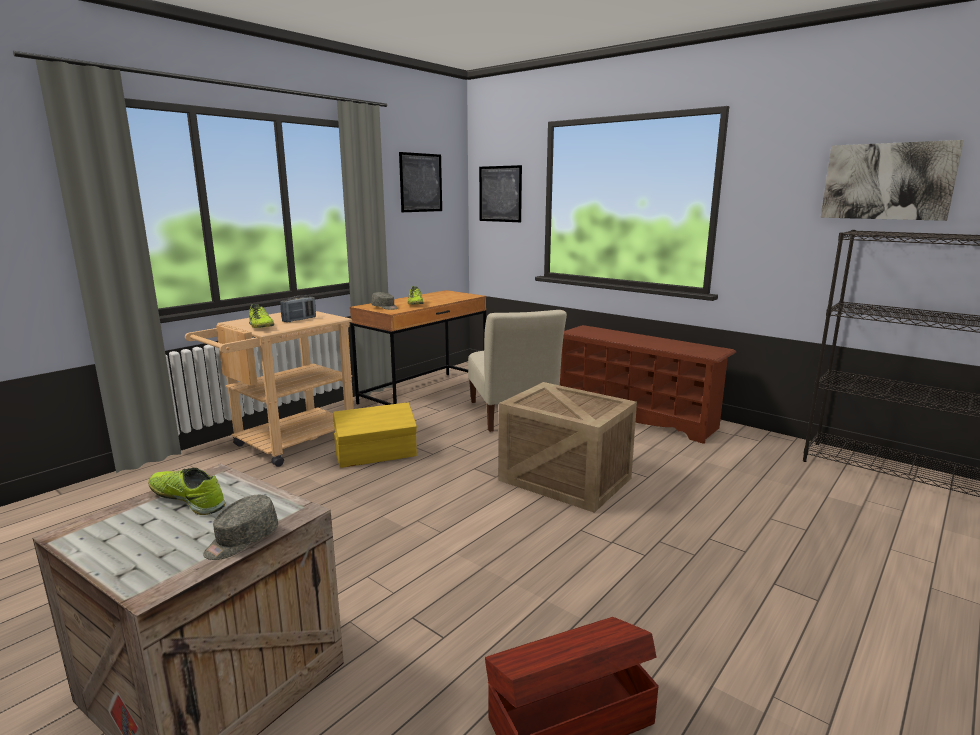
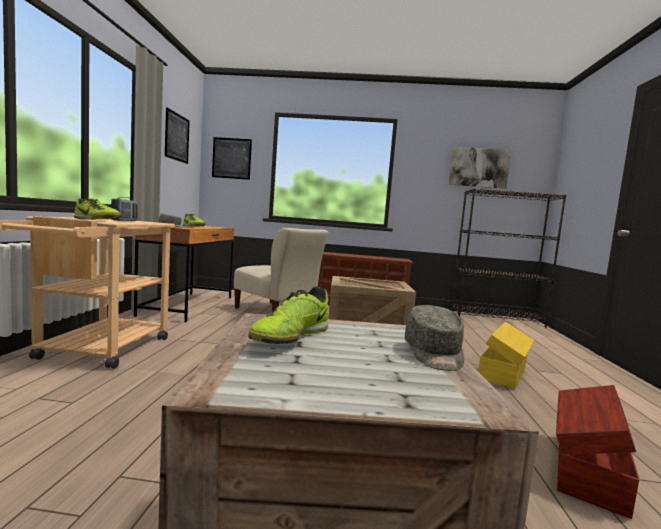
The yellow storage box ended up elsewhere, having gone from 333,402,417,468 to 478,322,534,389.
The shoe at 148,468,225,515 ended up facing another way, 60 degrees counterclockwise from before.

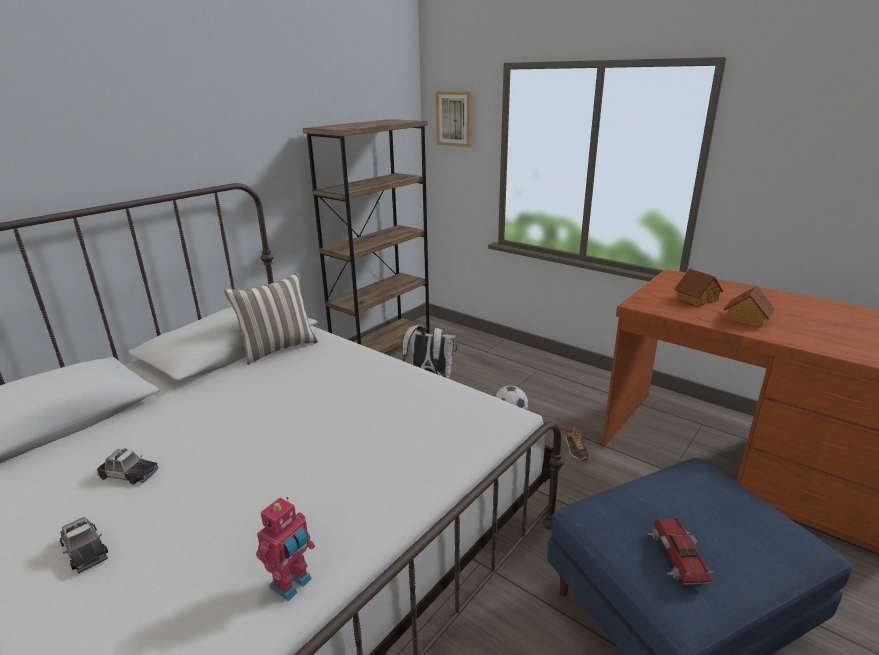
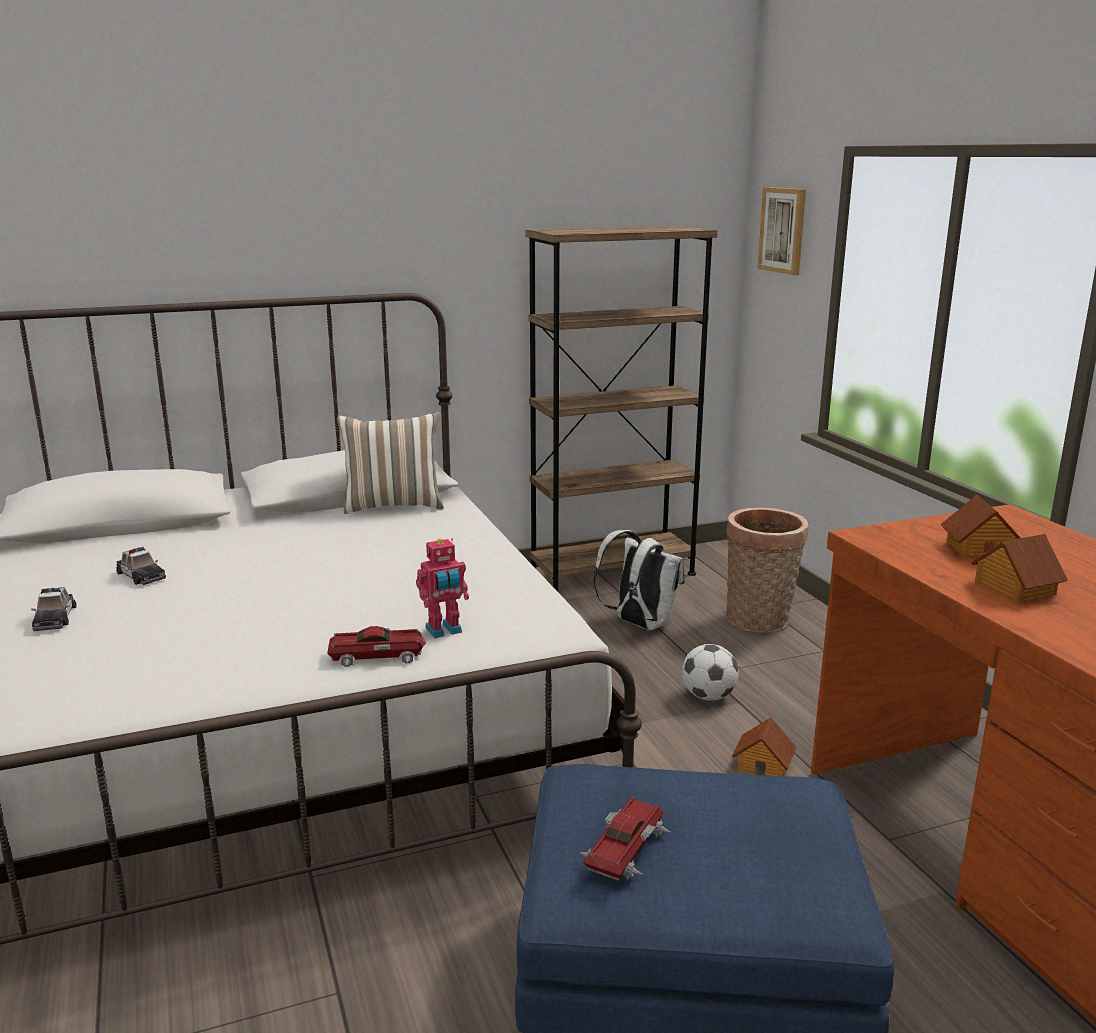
The second view gained the toy car at 327,626,427,667.
The second view gained the basket at 726,507,809,632.
The toy robot ended up elsewhere, having gone from 256,497,315,601 to 416,538,469,638.
Where the shoe stood at 565,425,589,460, the toy house came to stand at 732,717,796,776.

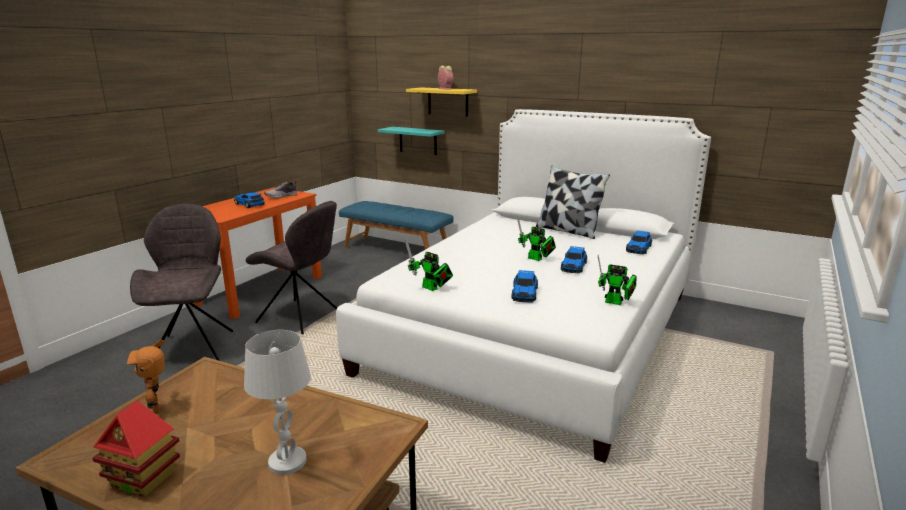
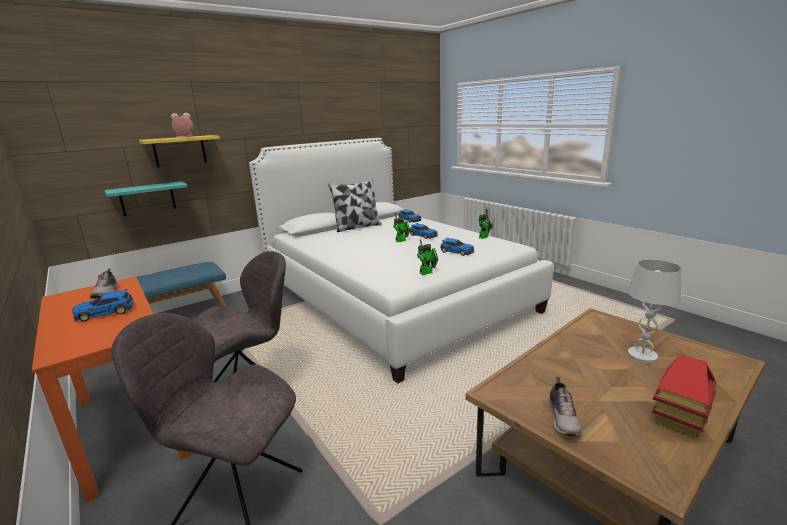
Where the toy robot stood at 127,339,165,413, the shoe came to stand at 548,377,582,436.

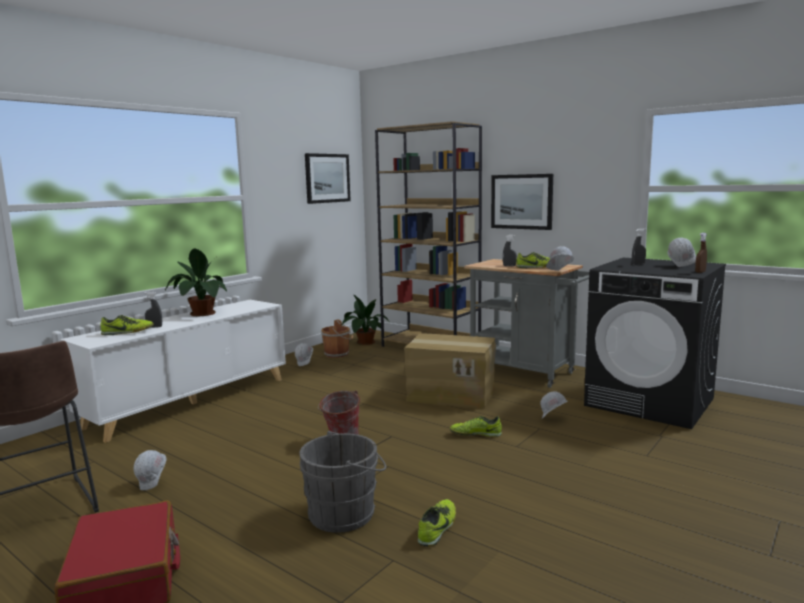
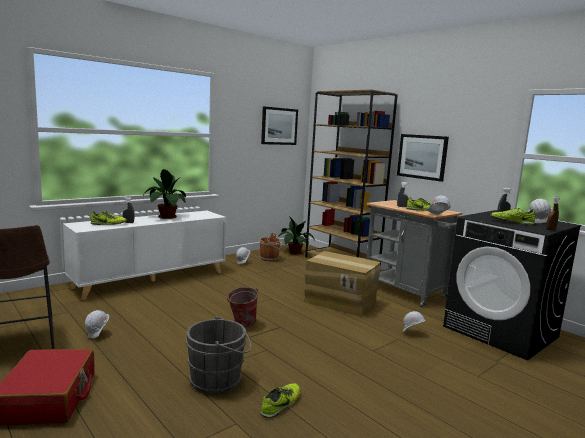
The shoe ended up elsewhere, having gone from 450,416,502,437 to 490,208,535,225.

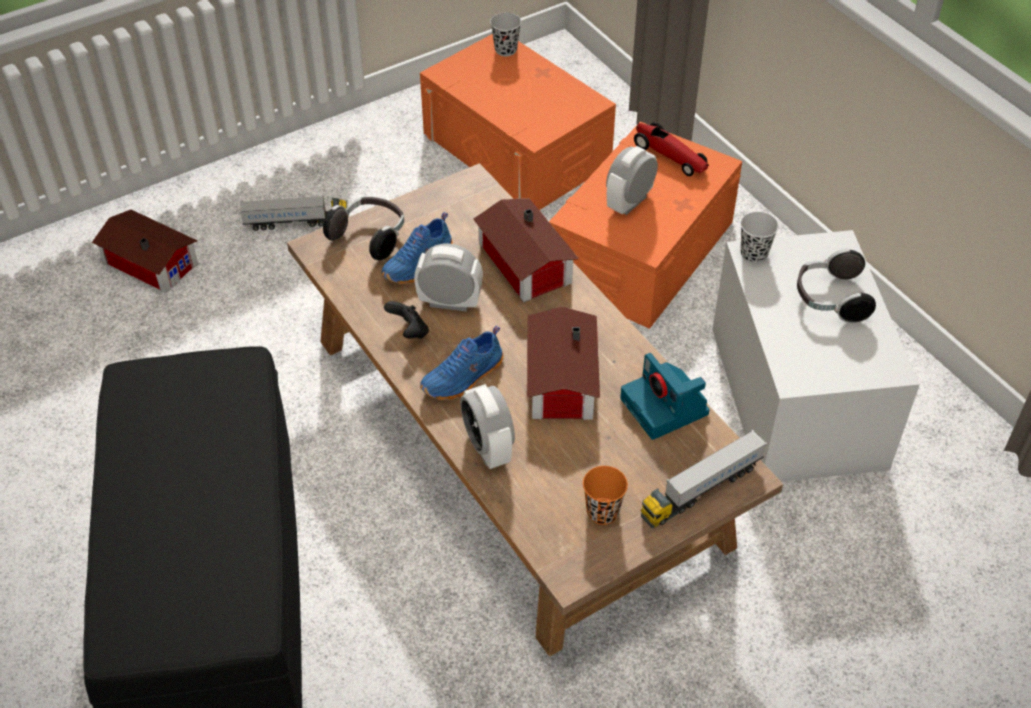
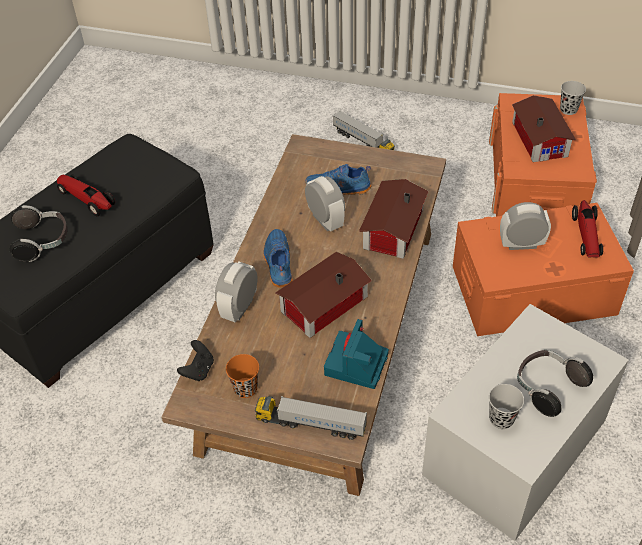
The second view gained the toy car at 57,174,115,217.
The toy house ended up elsewhere, having gone from 92,209,198,293 to 512,95,576,162.
The headphones ended up elsewhere, having gone from 323,197,404,260 to 10,205,68,262.
The black game controller ended up elsewhere, having gone from 384,301,429,339 to 177,340,214,381.
The black cup ended up elsewhere, having gone from 741,212,779,263 to 489,384,524,429.
The blue shoe at 420,326,503,400 ended up facing another way, 75 degrees clockwise from before.

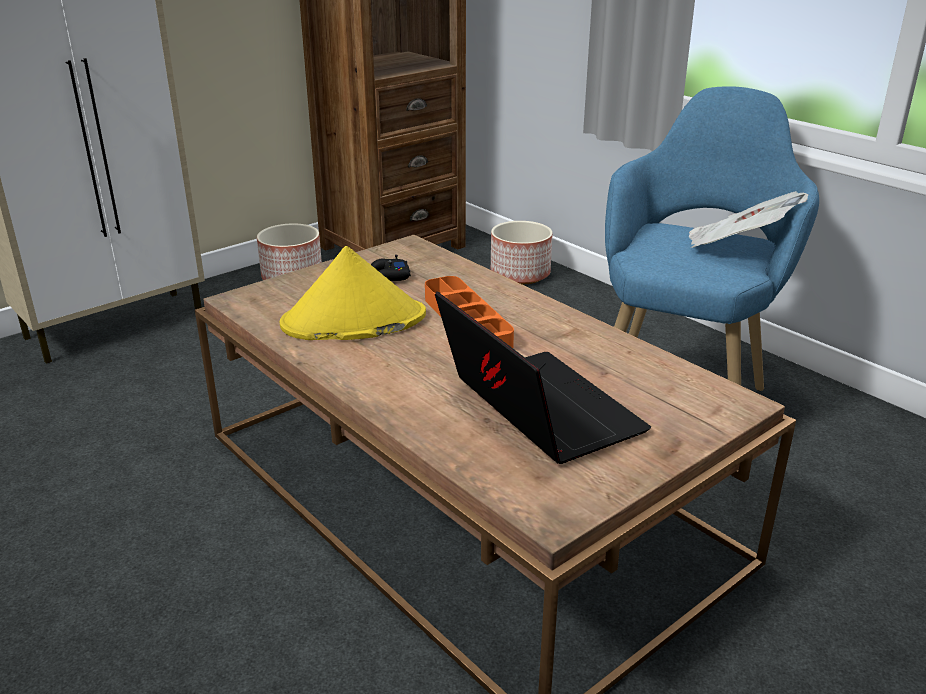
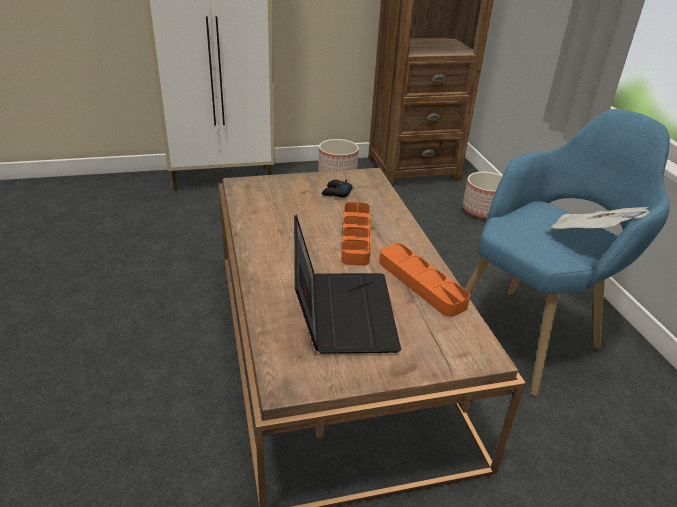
The second view lost the yellow hat at 280,246,426,340.
The second view gained the orange tray at 379,243,470,317.

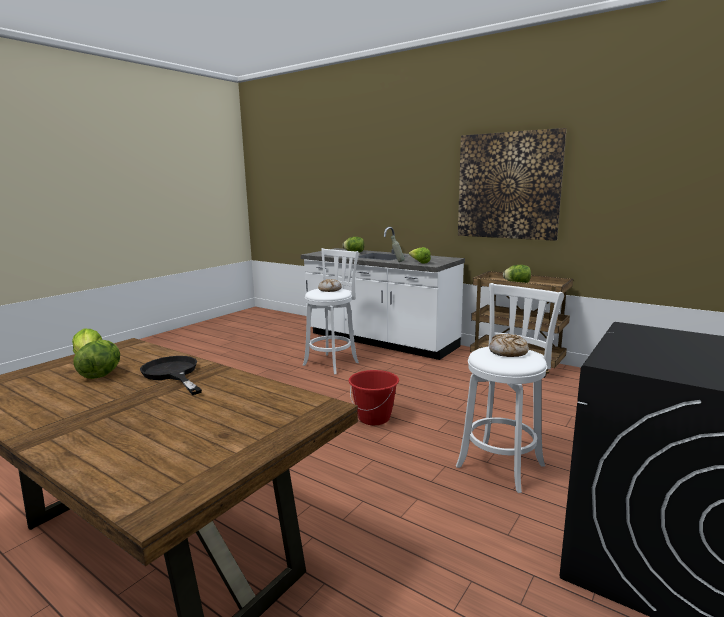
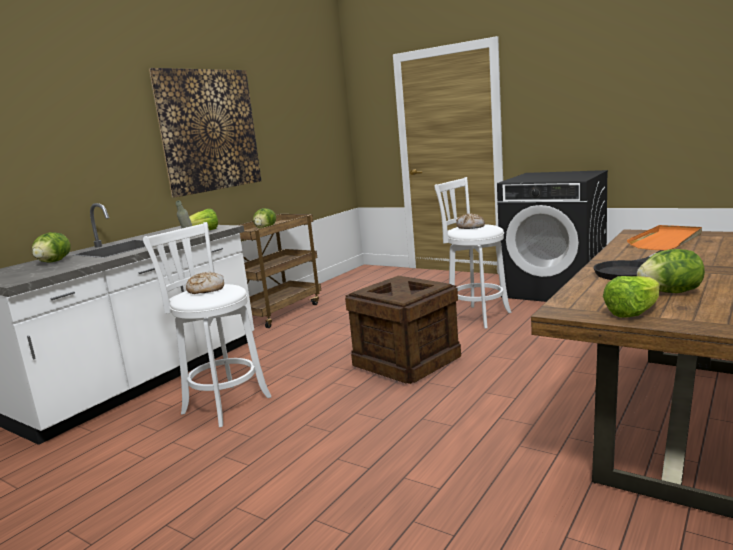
The second view gained the orange tray at 627,225,702,250.
Where the red bucket stood at 349,370,399,425, the crate came to stand at 345,276,461,384.

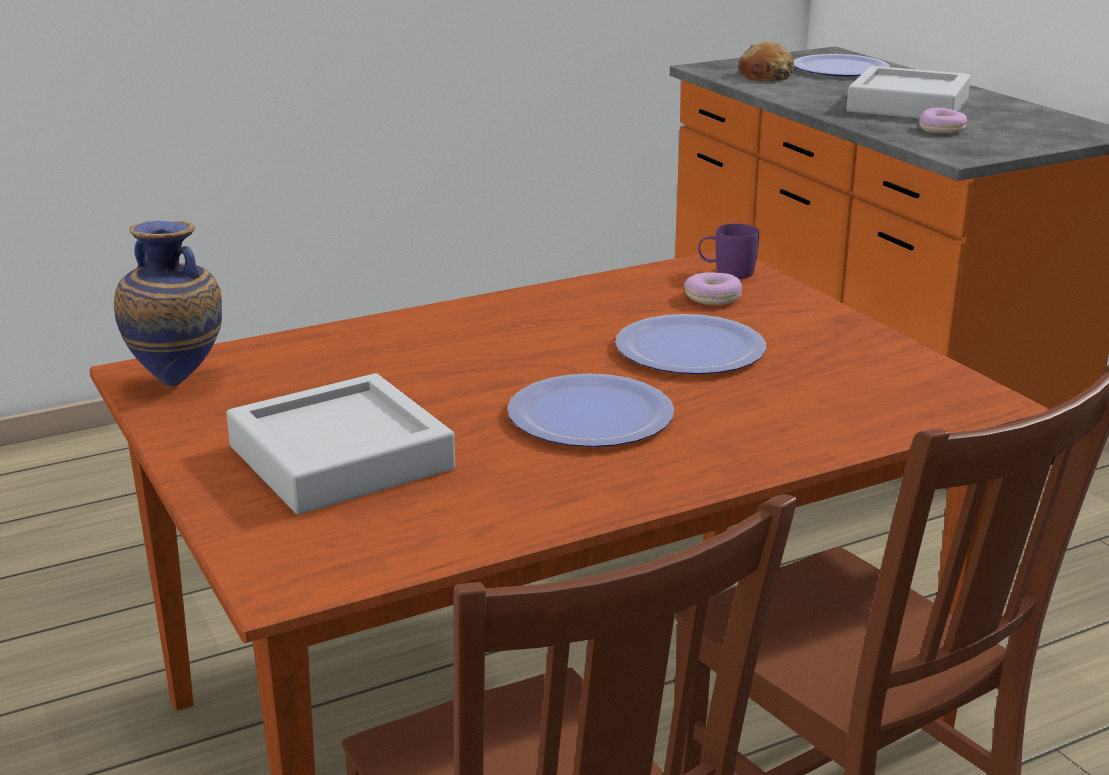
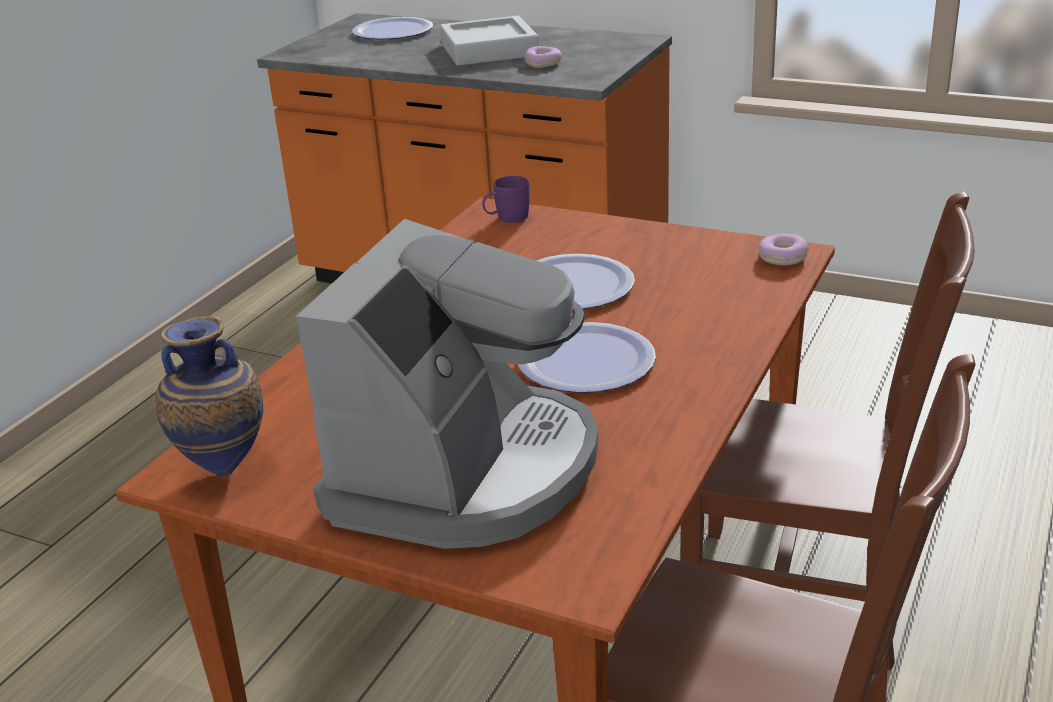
The second view lost the bread at 739,41,794,81.
The donut ended up elsewhere, having gone from 684,273,742,305 to 758,234,809,266.
Where the grey tray stood at 226,373,455,515, the coffee machine came to stand at 296,219,599,549.

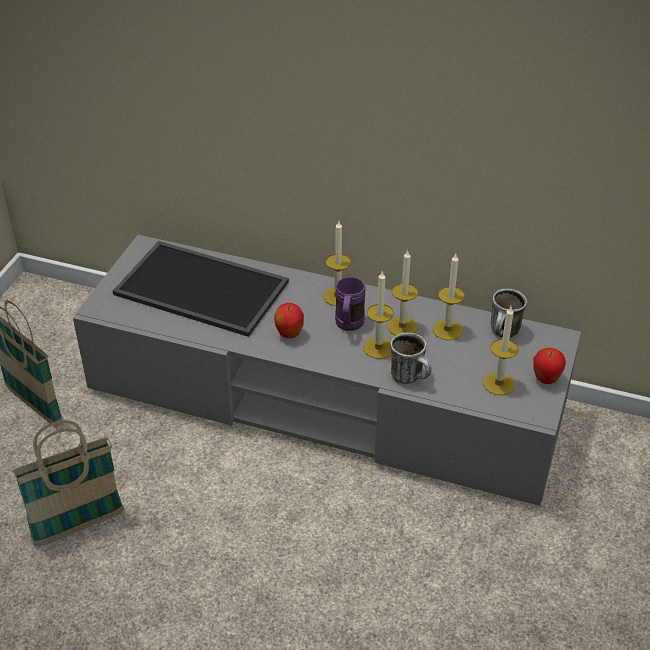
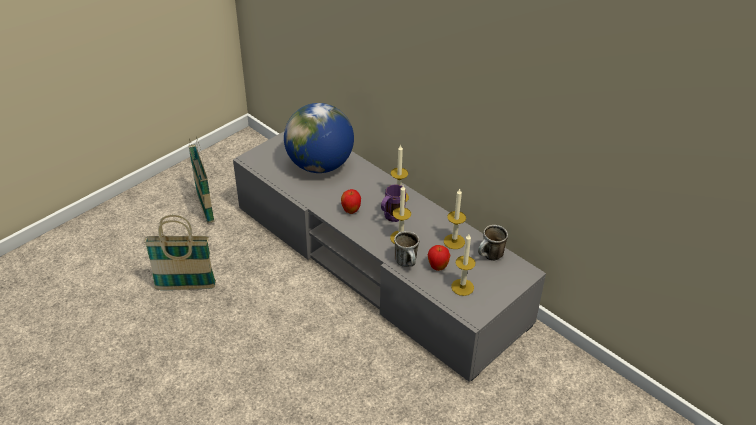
The second view lost the candle at 388,250,418,336.
The apple ended up elsewhere, having gone from 534,348,566,384 to 428,245,450,271.
Where the tray stood at 113,241,289,337, the globe came to stand at 284,103,354,173.

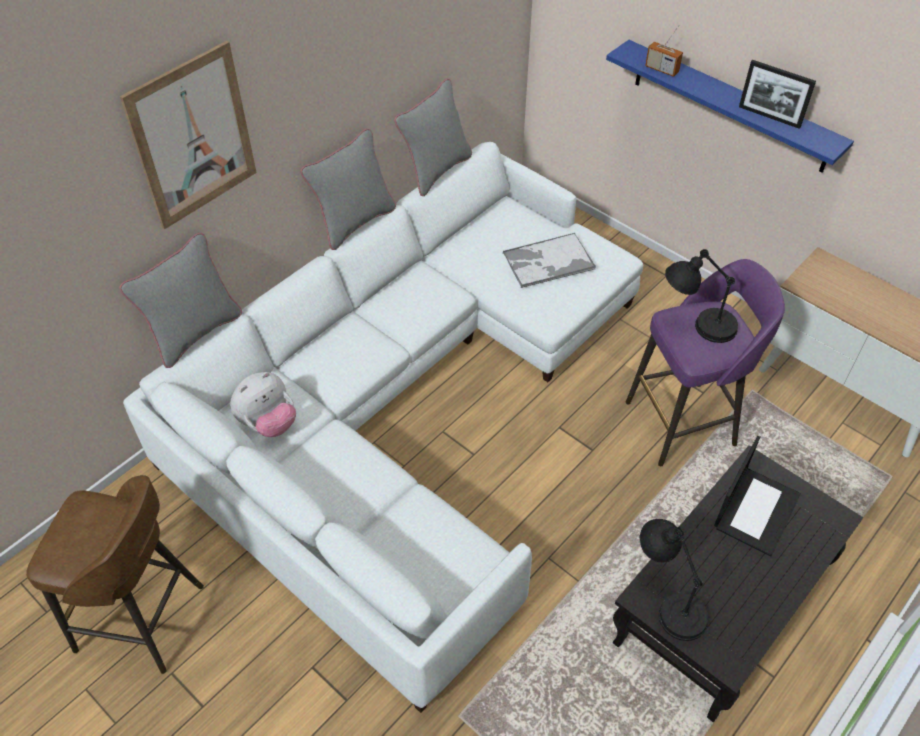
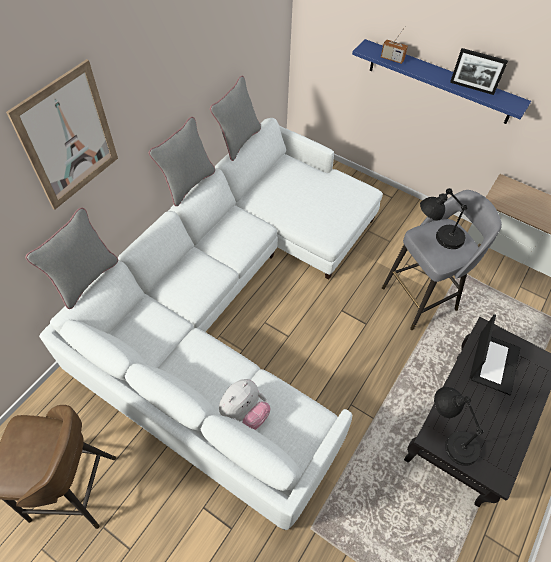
The second view lost the tray at 503,233,596,288.
The plush toy ended up elsewhere, having gone from 230,372,296,437 to 219,379,271,430.
What was the purple stool at 626,259,785,466 turned into the grey stool at 382,190,502,330.

